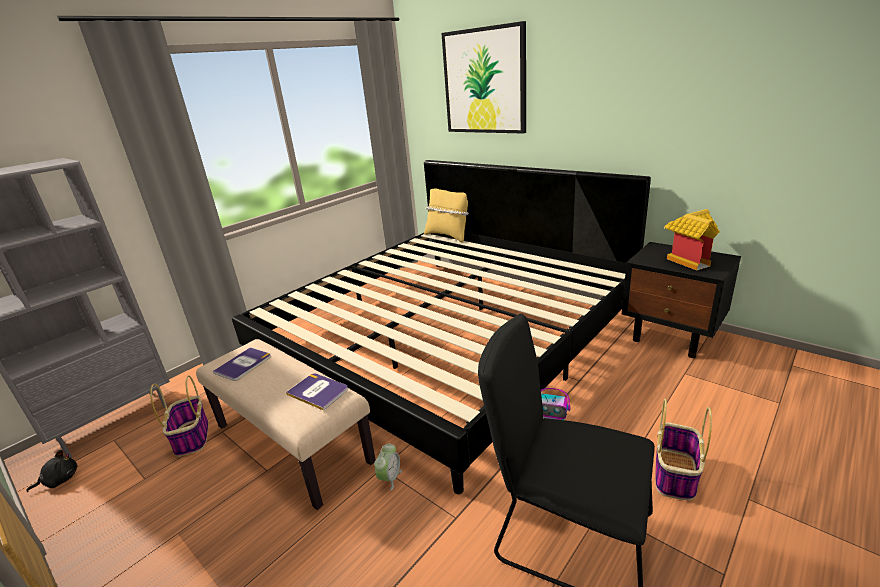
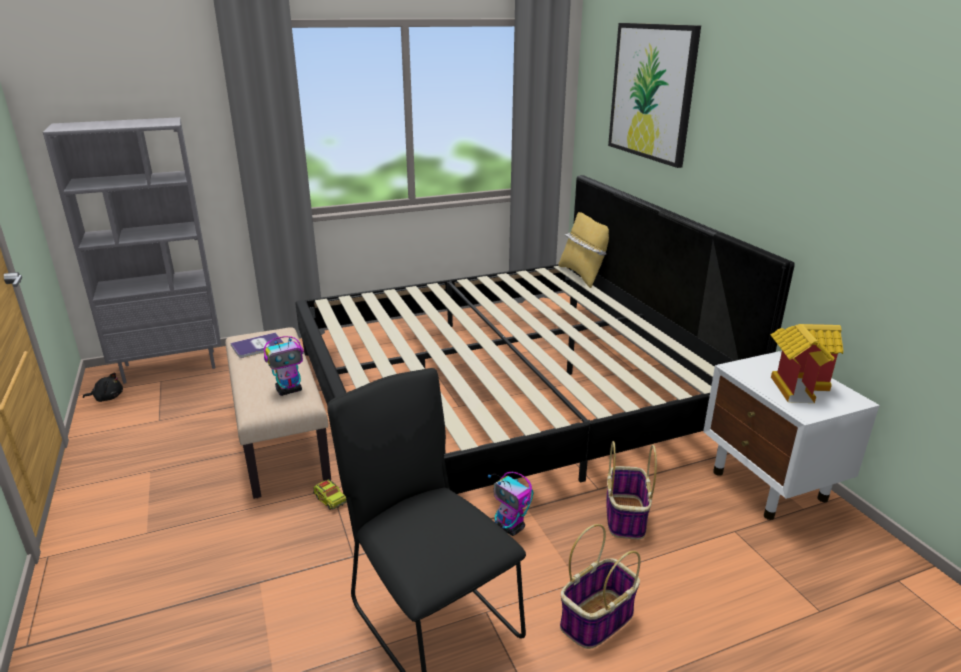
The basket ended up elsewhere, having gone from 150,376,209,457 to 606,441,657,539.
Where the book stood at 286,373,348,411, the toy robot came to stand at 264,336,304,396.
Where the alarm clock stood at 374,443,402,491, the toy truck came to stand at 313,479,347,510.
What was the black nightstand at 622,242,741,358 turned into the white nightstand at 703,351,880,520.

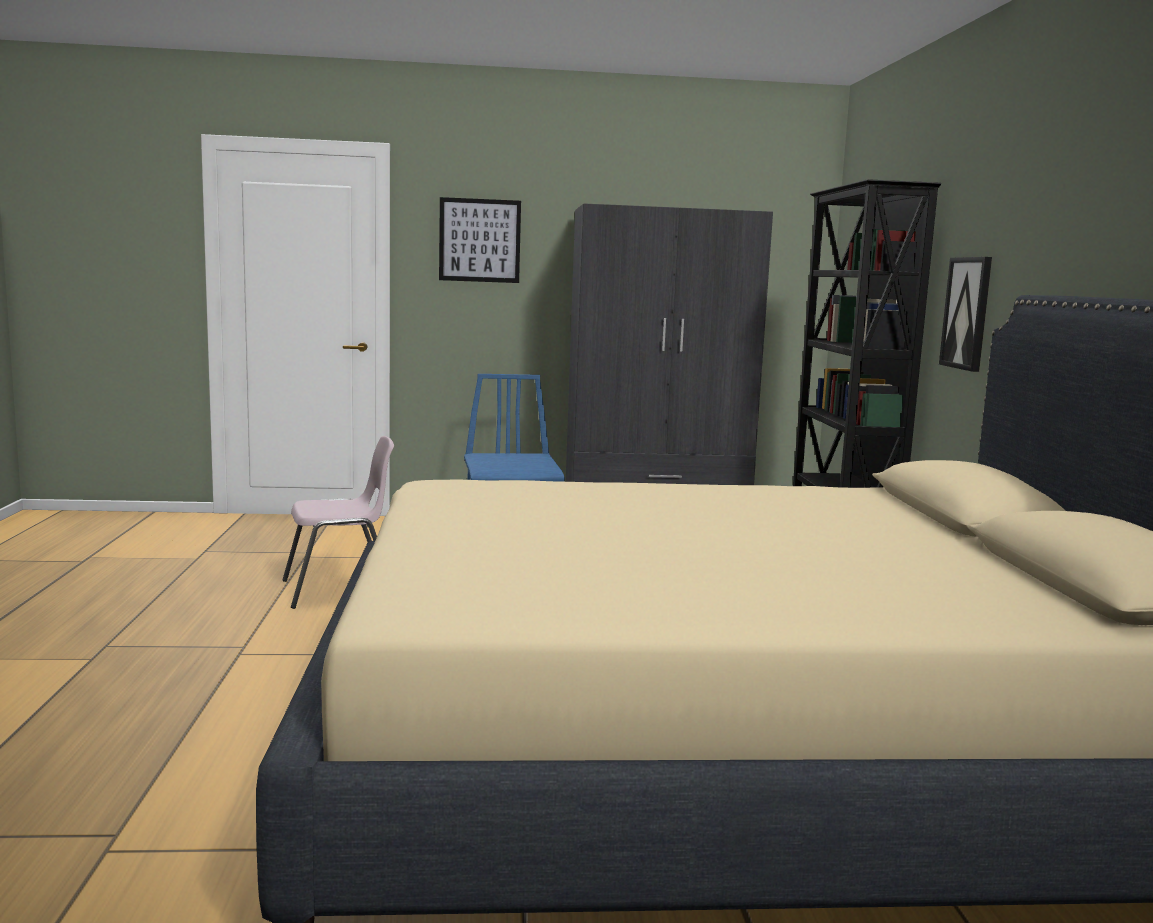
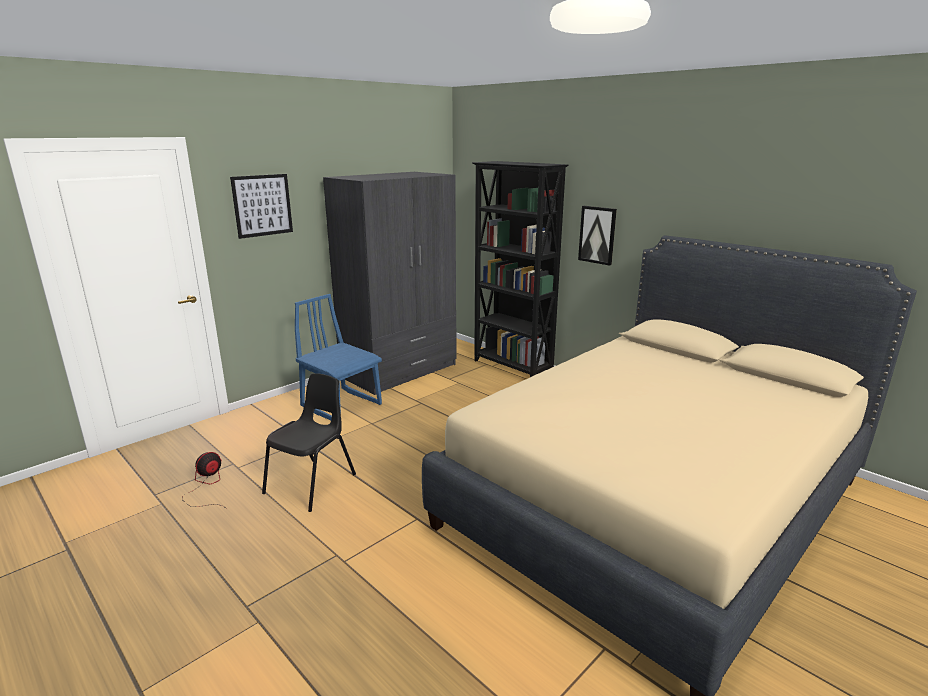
The second view gained the fan at 183,452,227,509.
What was the pink chair at 282,436,394,609 turned into the black chair at 262,373,356,512.

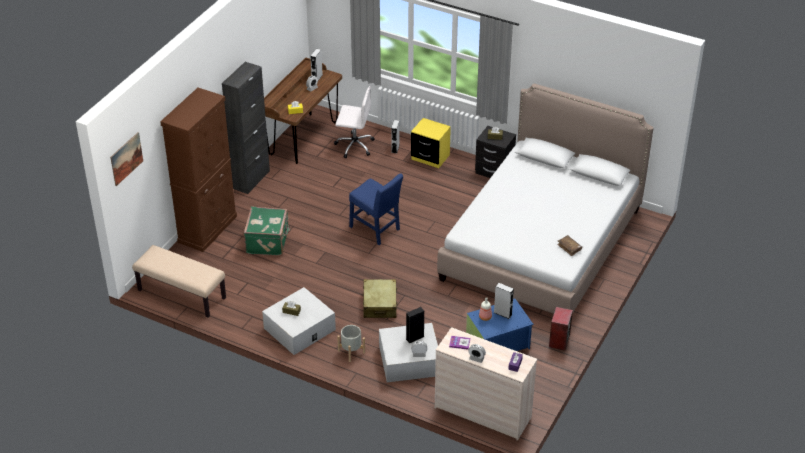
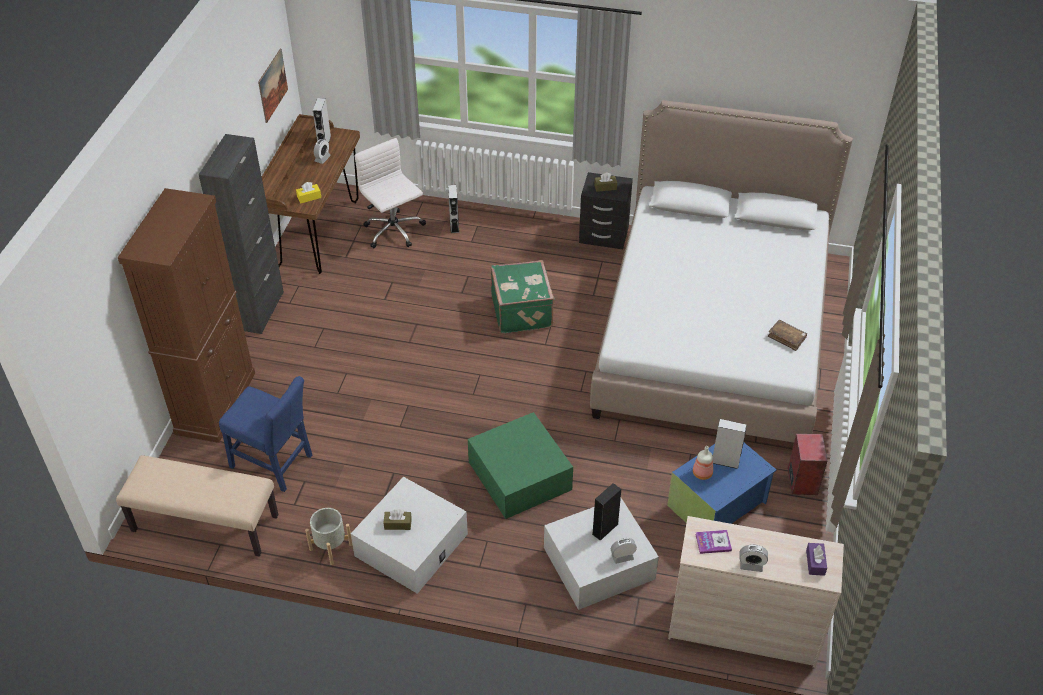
The second view lost the yellow nightstand at 411,118,451,168.
The picture ended up elsewhere, having gone from 110,132,143,186 to 258,49,288,123.
The green suitcase ended up elsewhere, having gone from 244,207,291,256 to 491,260,555,334.
The grey planter ended up elsewhere, having gone from 337,325,365,362 to 305,508,352,565.
The blue chair ended up elsewhere, having gone from 349,173,403,245 to 219,376,312,492.
Where the beige suitcase stood at 363,279,398,318, the green storage box came to stand at 468,412,573,519.
The white office chair at 334,86,374,158 ended up facing another way, 120 degrees counterclockwise from before.

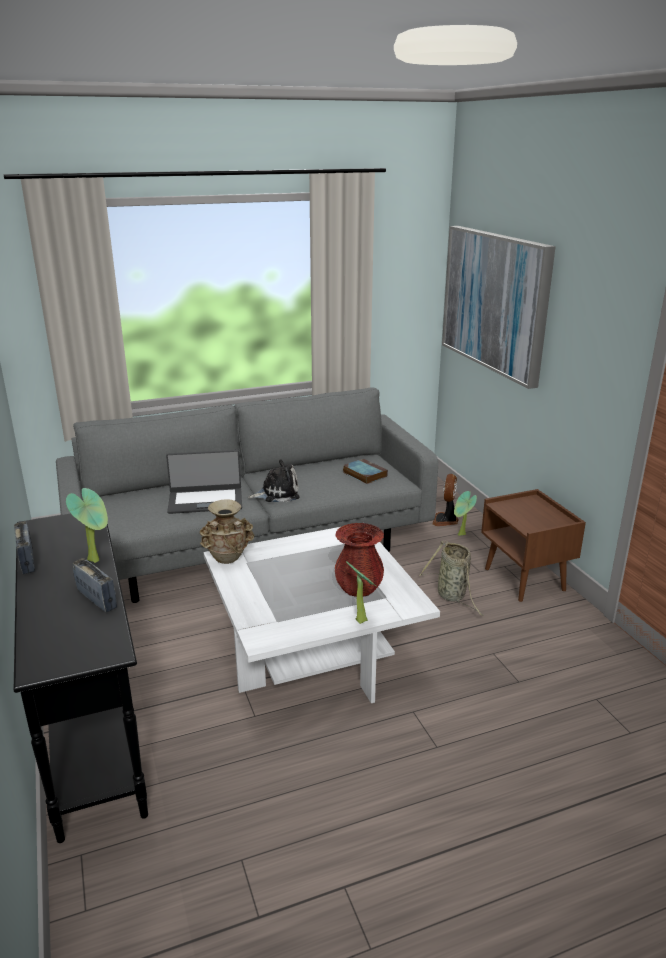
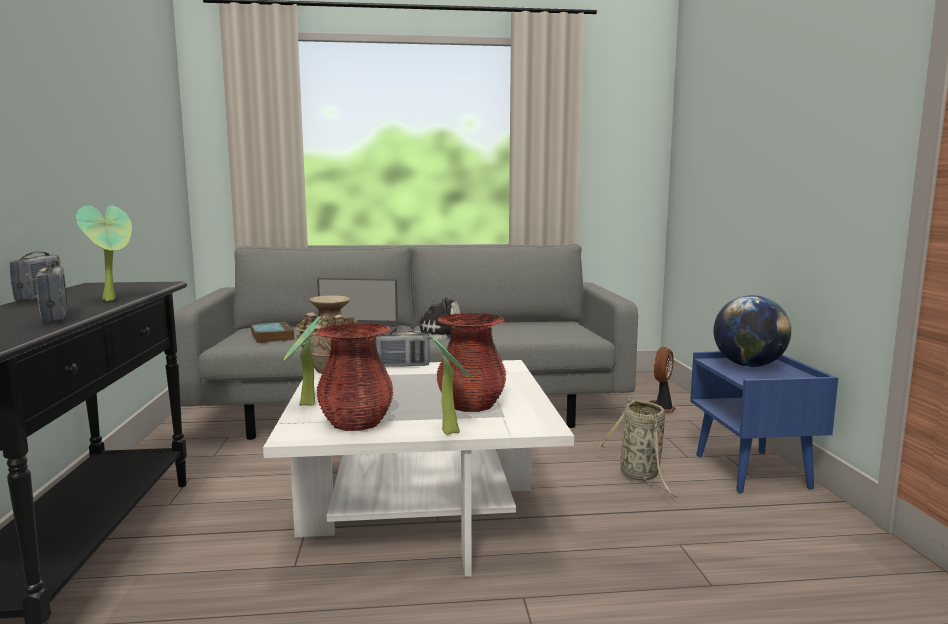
The second view lost the picture at 442,226,556,389.
The second view gained the red vase at 316,323,393,431.
The second view gained the radio at 376,331,430,367.
The second view gained the globe at 714,295,791,367.
The book ended up elsewhere, having gone from 343,459,388,484 to 251,322,294,343.
The potted plant ended up elsewhere, having gone from 454,491,477,536 to 284,316,321,406.
What was the brown nightstand at 481,489,586,602 turned into the blue nightstand at 690,351,838,493.

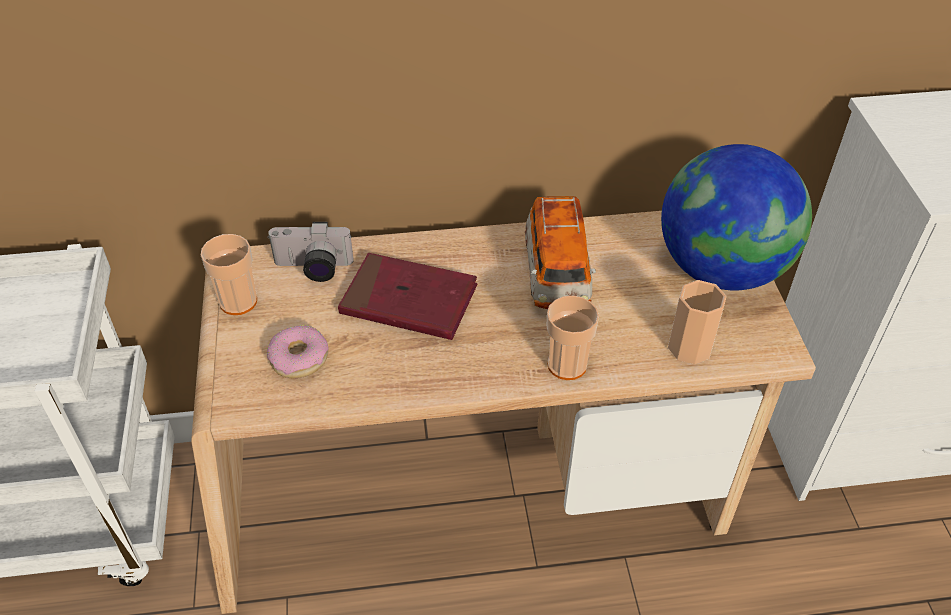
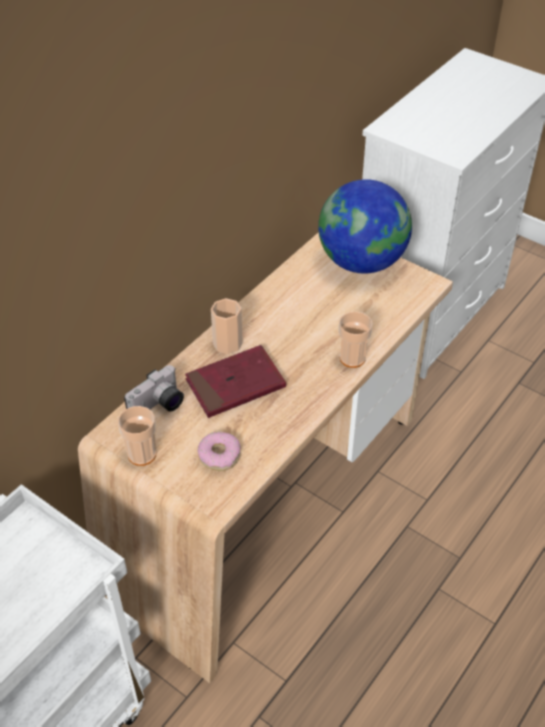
The second view lost the toy car at 525,196,596,309.
The cup ended up elsewhere, having gone from 668,280,727,364 to 211,298,243,354.

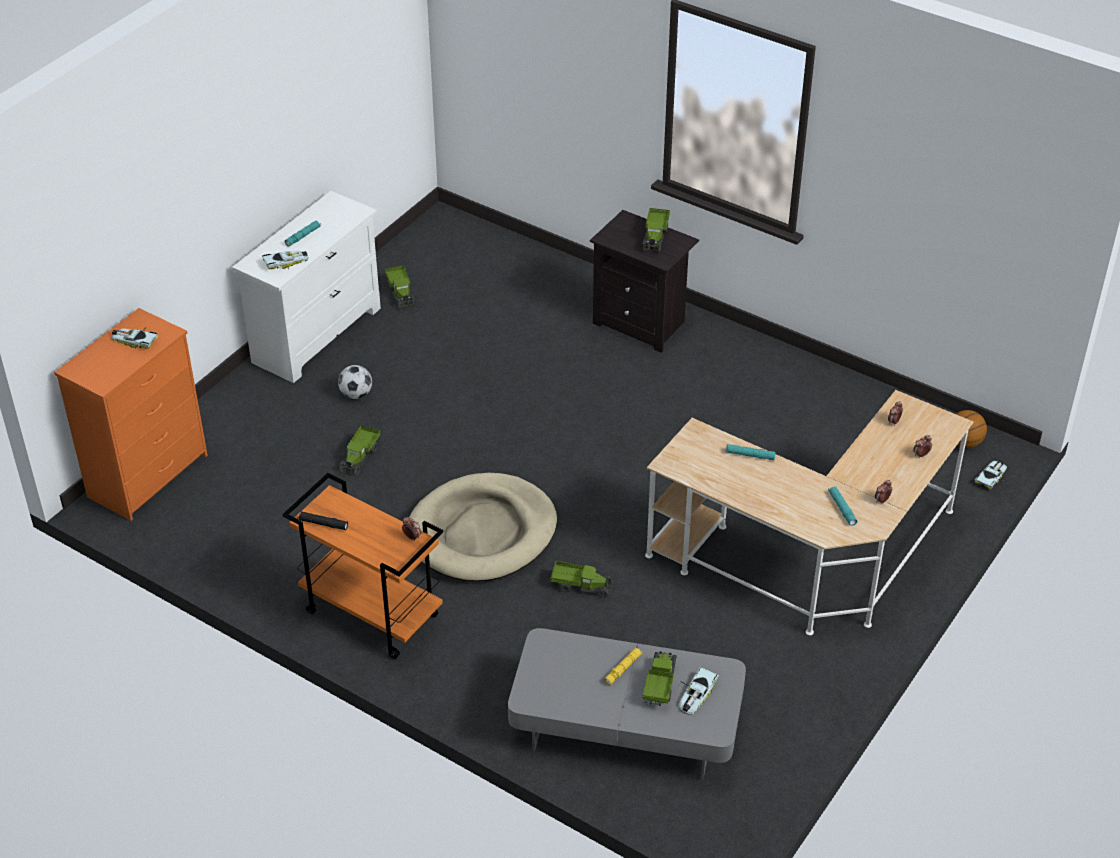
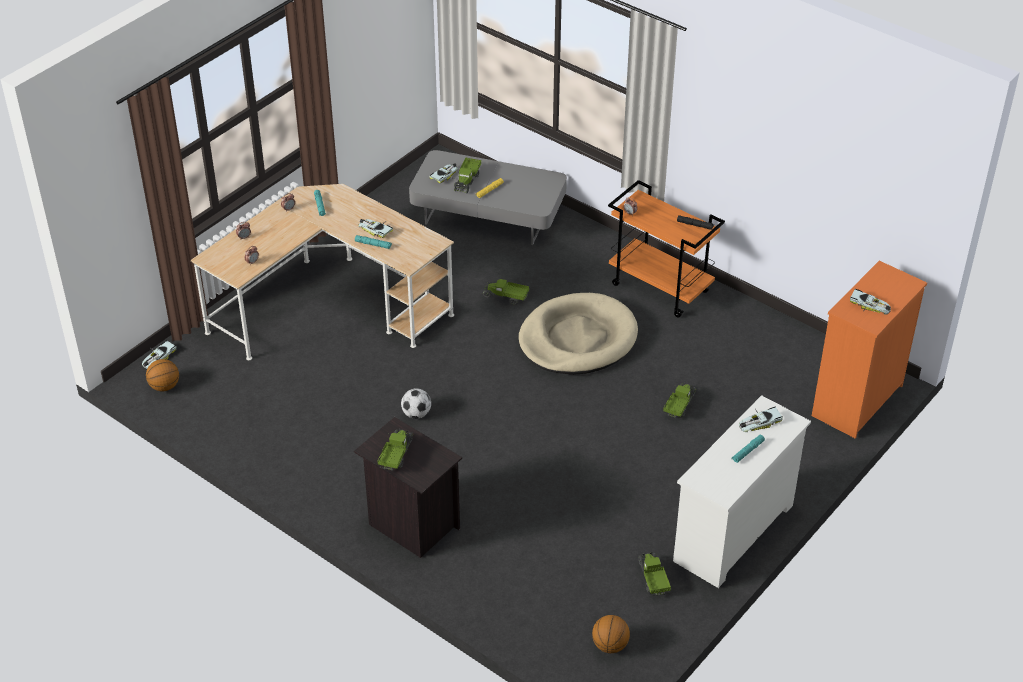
The second view gained the toy car at 358,219,393,238.
The second view gained the basketball at 592,615,630,653.
The football ended up elsewhere, having gone from 338,365,372,399 to 401,388,431,419.

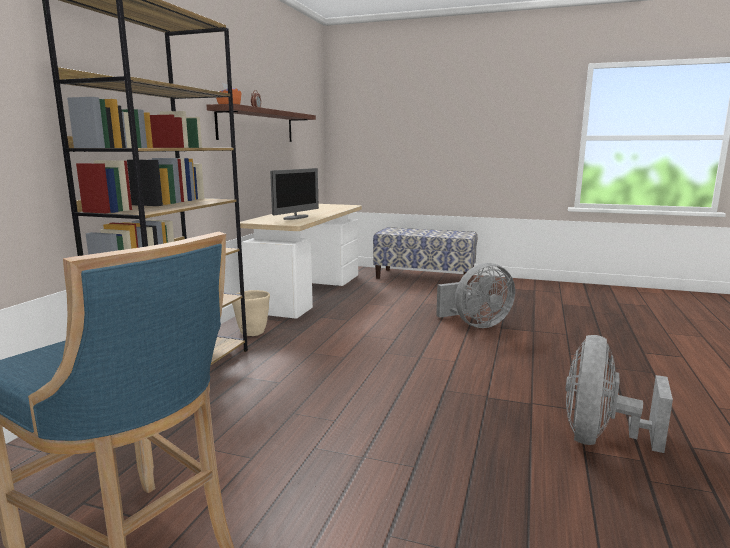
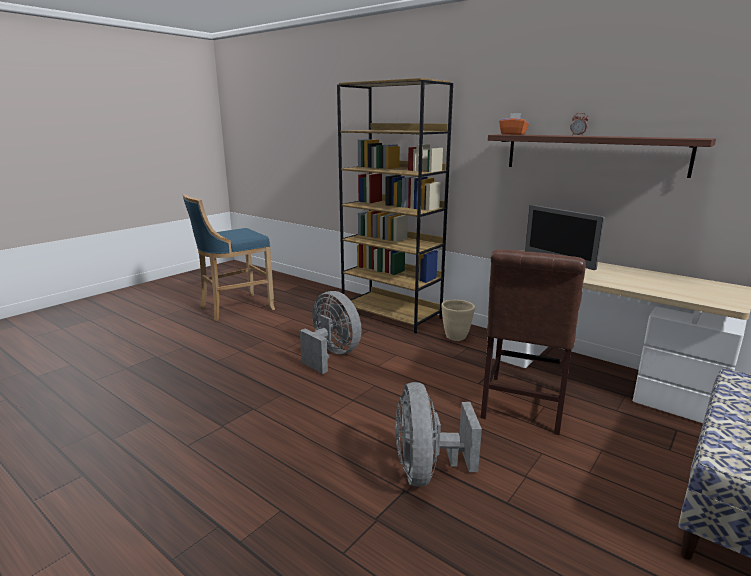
The second view gained the brown chair at 481,250,586,435.
The grey fan ended up elsewhere, having gone from 565,335,673,453 to 300,291,362,374.

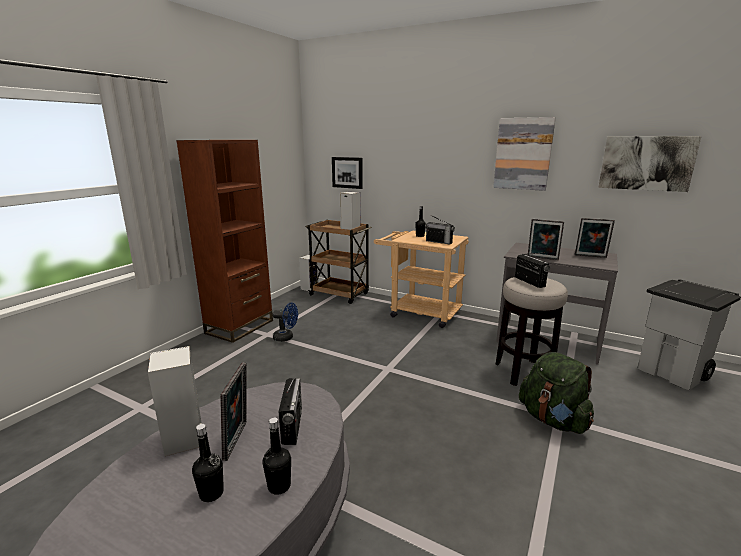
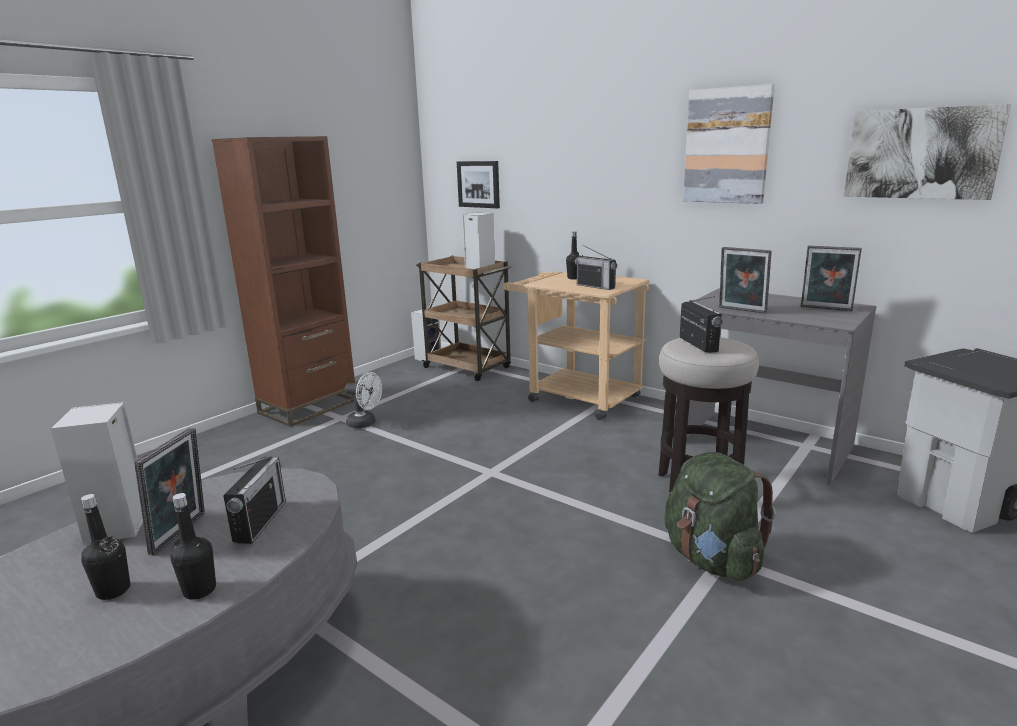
What was the blue fan at 273,302,298,342 turned into the white fan at 345,372,382,428.

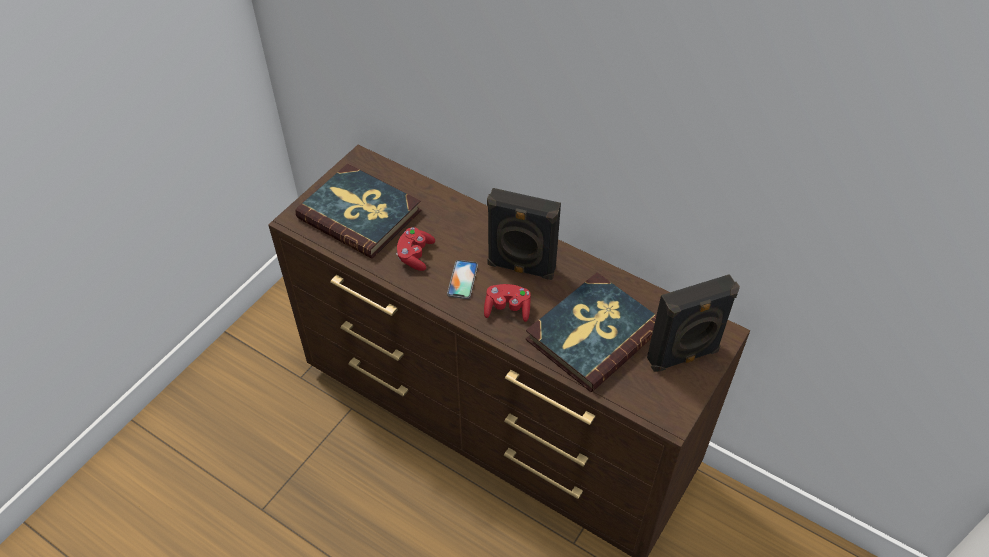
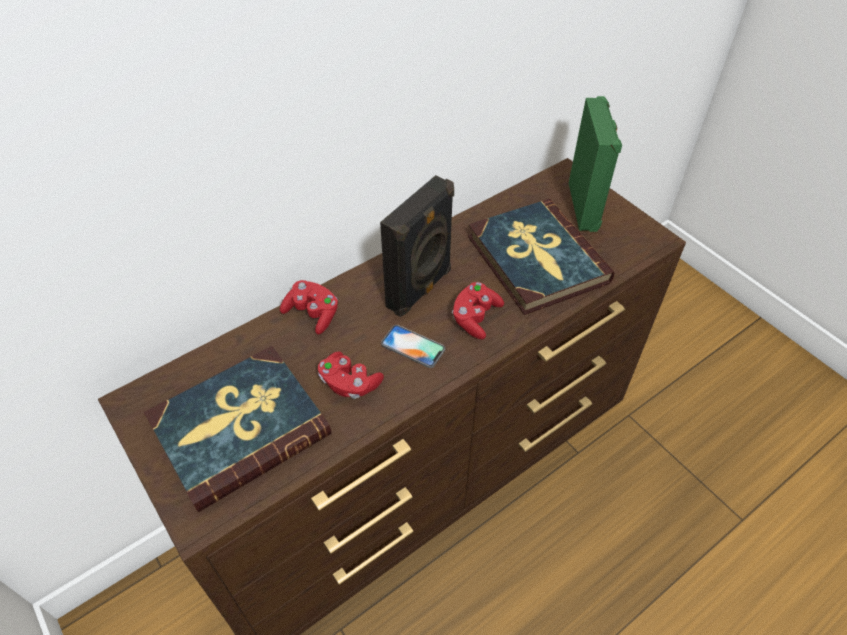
The second view gained the red game controller at 280,280,338,335.
What was the black speaker at 647,274,740,372 turned into the green speaker at 569,96,622,232.

